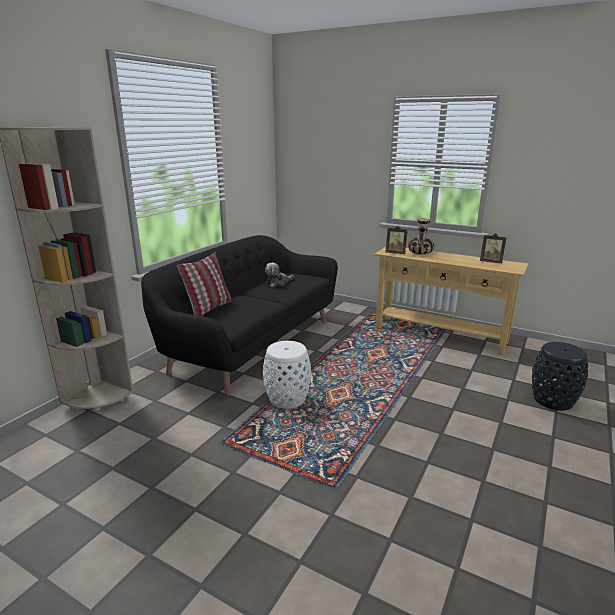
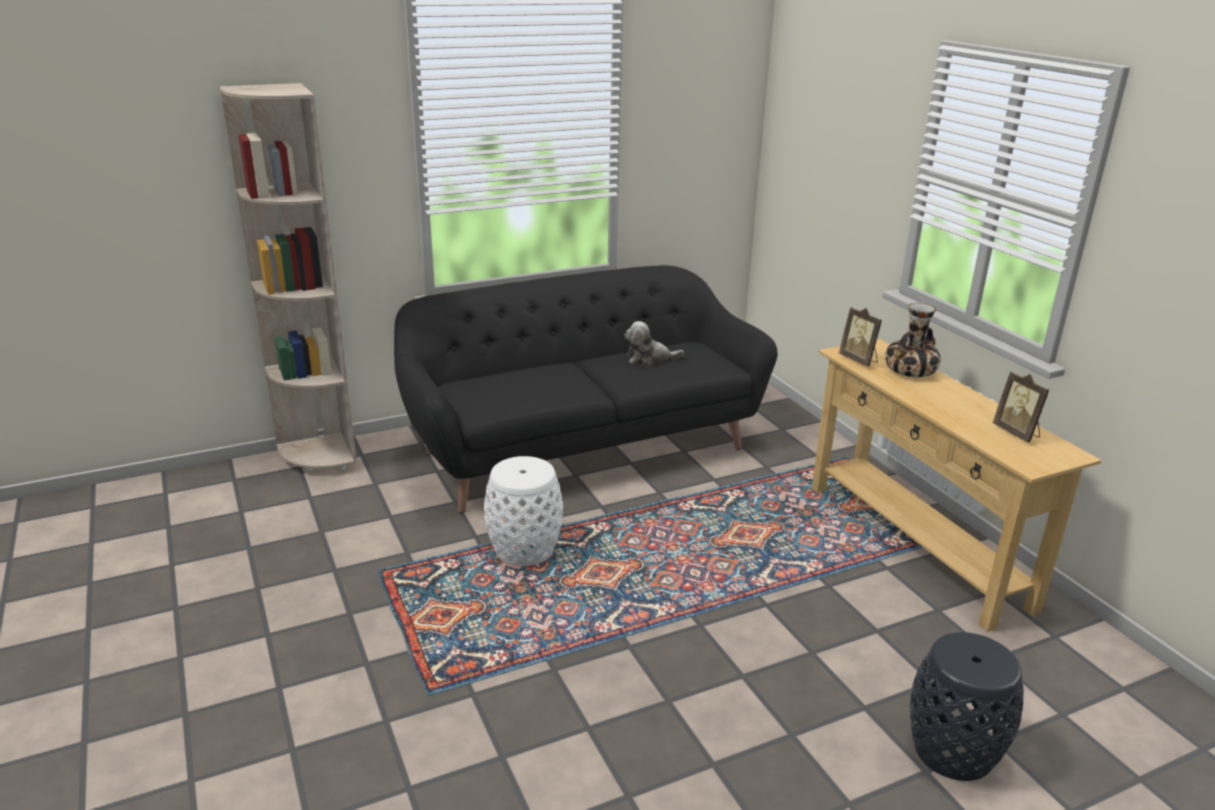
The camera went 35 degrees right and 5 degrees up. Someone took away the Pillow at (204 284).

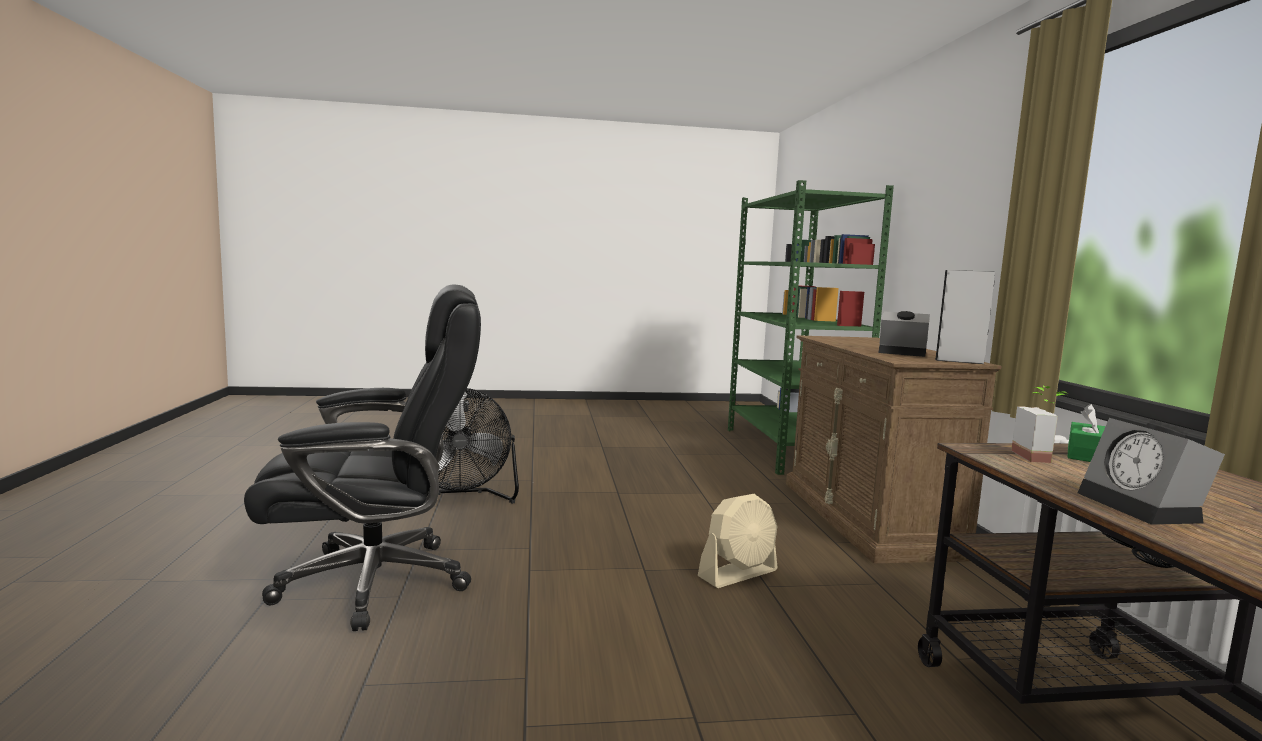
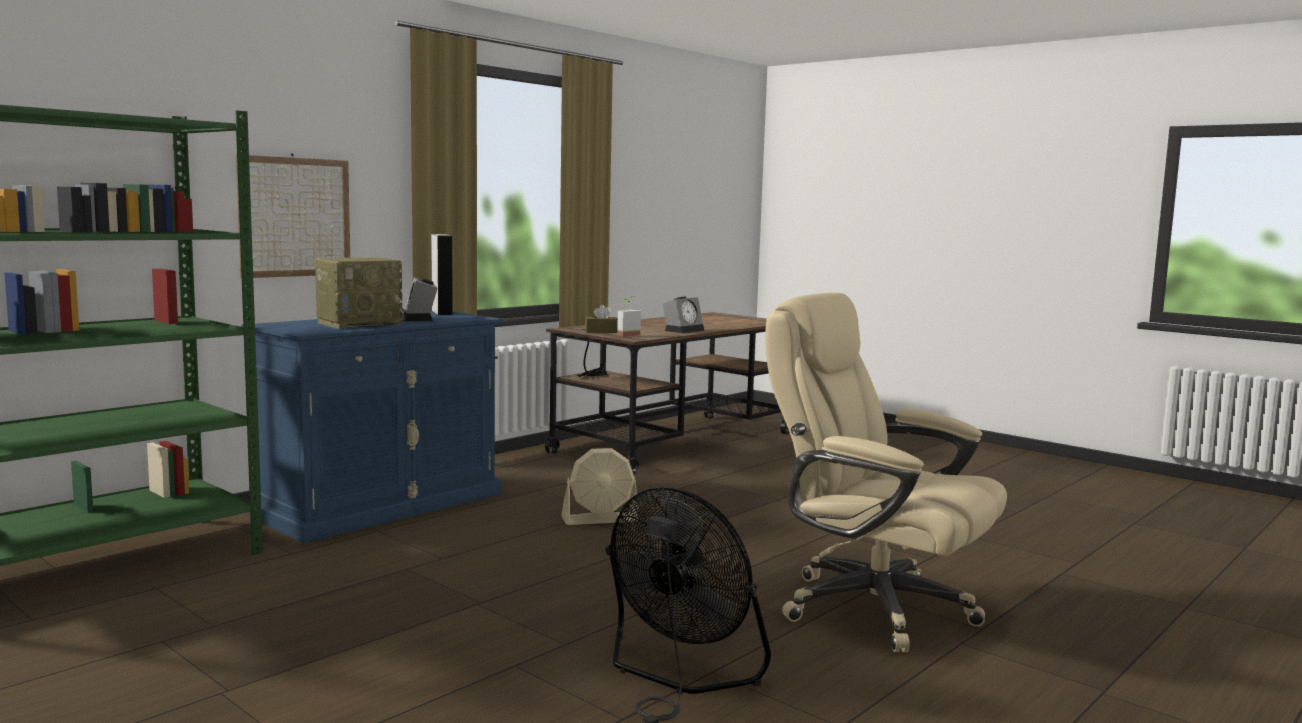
The camera went 130 degrees left and 0 degrees up. Someone repainted the BlackOfficeChair at (362 457), which became the BeigeOfficeChair at (886 472). Someone repainted the BrownDresser at (894 449), which became the BlueDresser at (372 427). Someone repainted the GreenTissueBox at (1086 433), which became the BrownTissueBox at (601 319). Someone rotated the BeigeFan at (738 541) by 150 degrees clockwise. Someone put up the Picture at (293 215). Someone put down the Radio at (360 293).

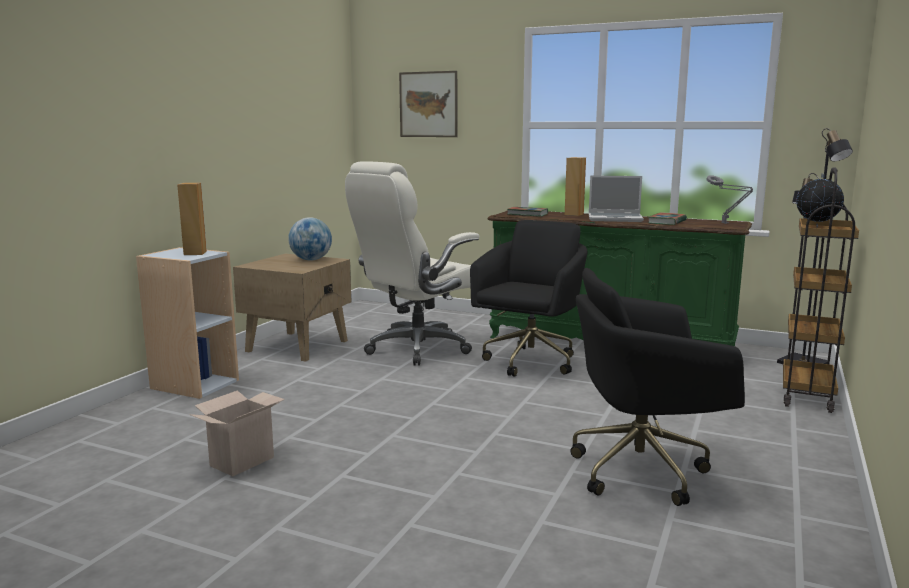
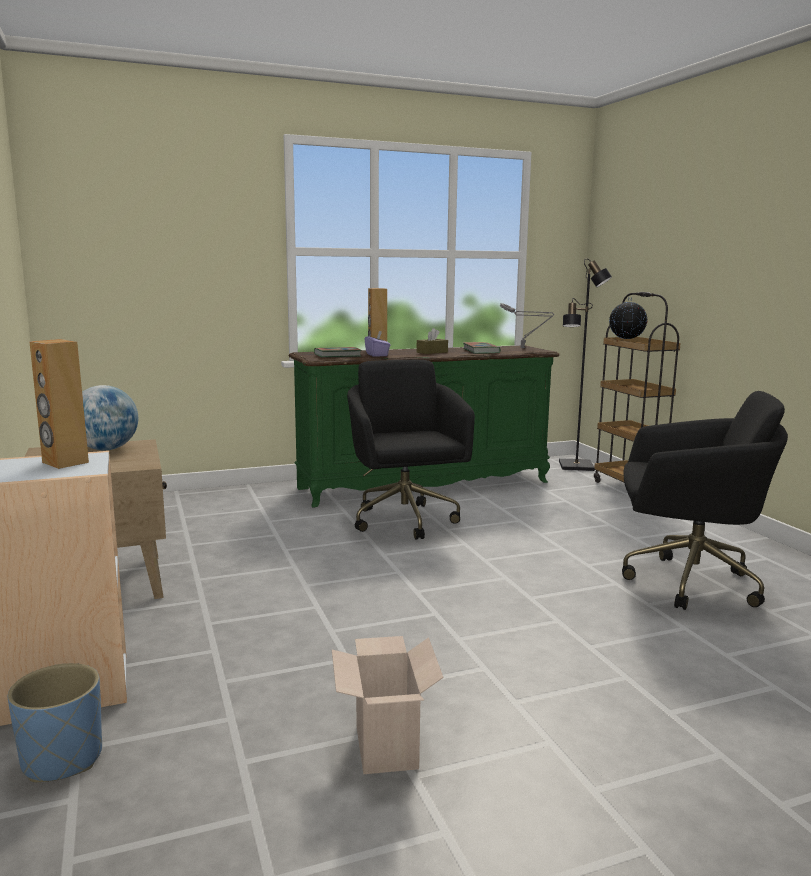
The camera went 45 degrees left and 0 degrees up. Someone took away the Picture at (428 104). Someone took away the WhiteOfficeChair at (412 263). Someone swapped the Laptop at (616 198) for the BrownTissueBox at (432 341). Someone rotated the BlackOfficeChair at (657 387) by 120 degrees counterclockwise. Someone put down the PurpleTissueBox at (377 344). Someone put down the BluePlanter at (55 722).

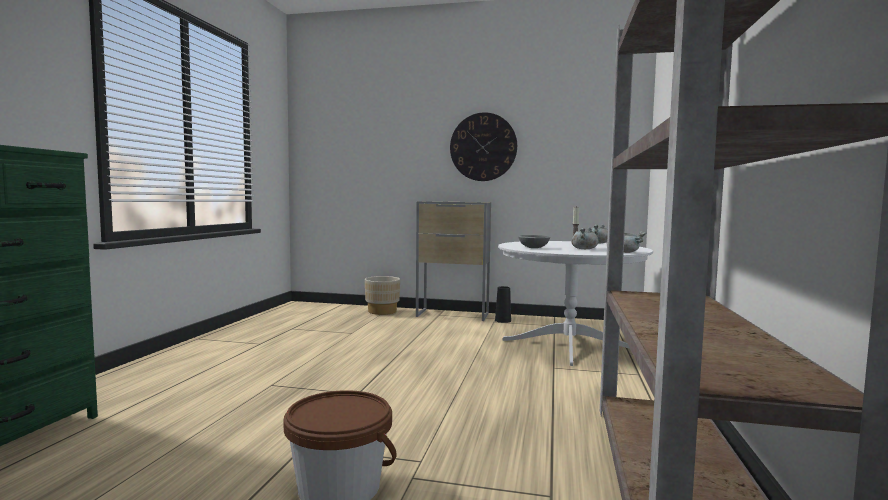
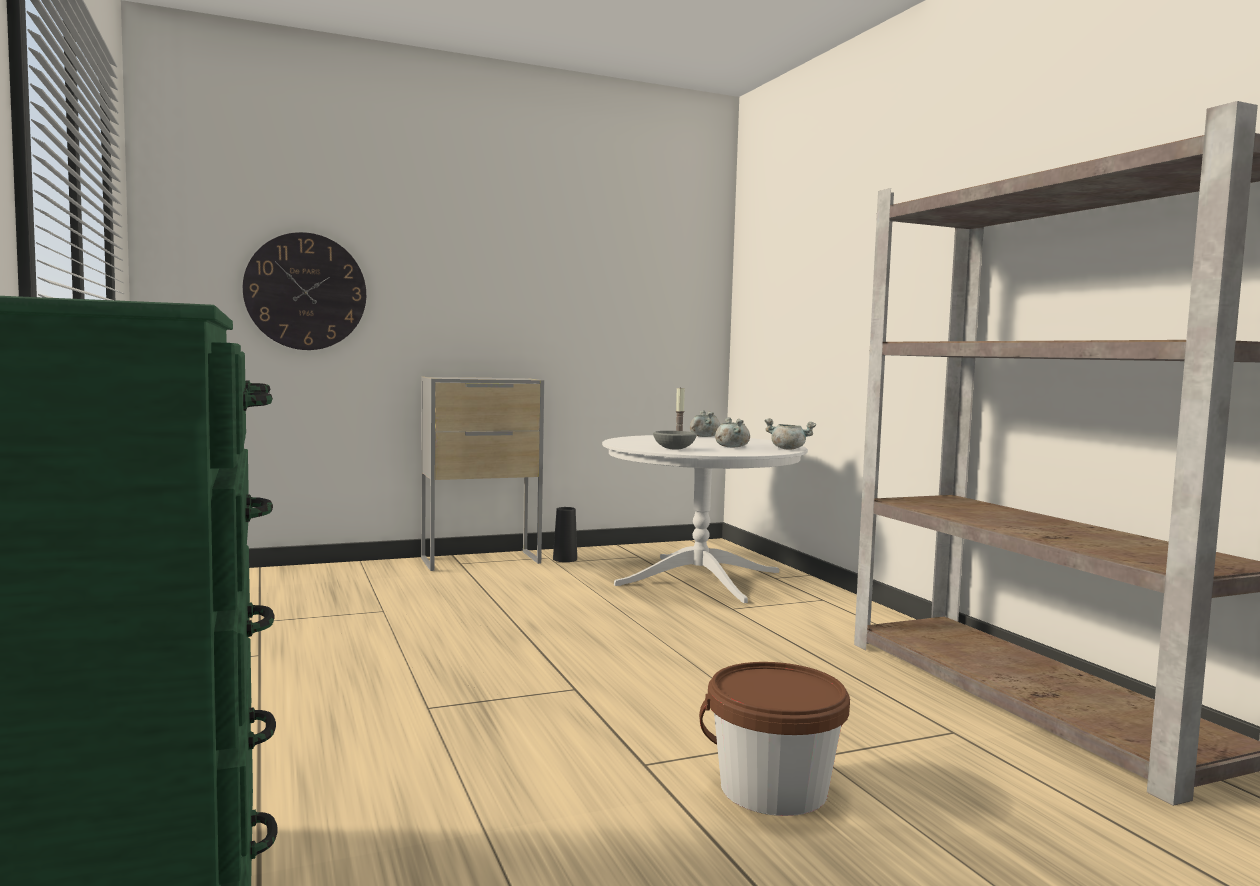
The camera went 35 degrees left and 0 degrees up. Someone carried the WallClock from (483 146) to (304 291). Someone took away the BeigePlanter at (382 295).

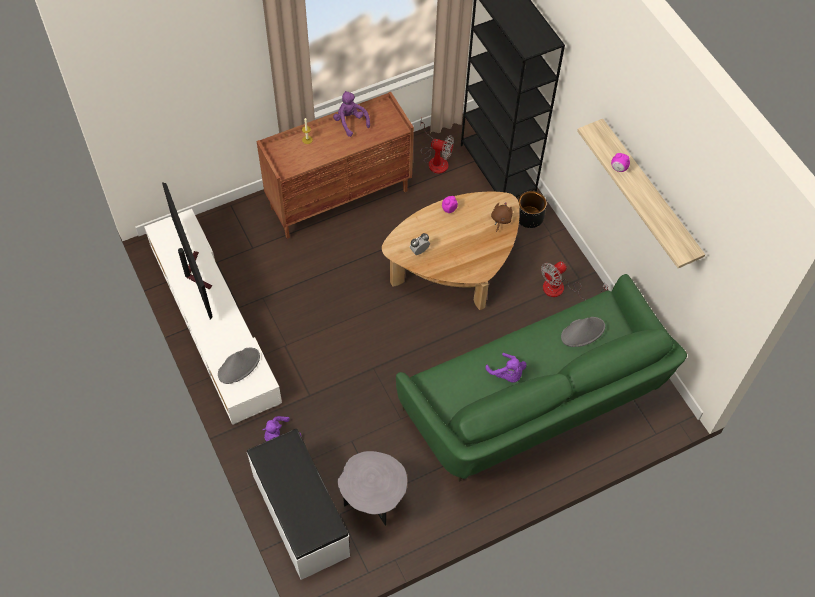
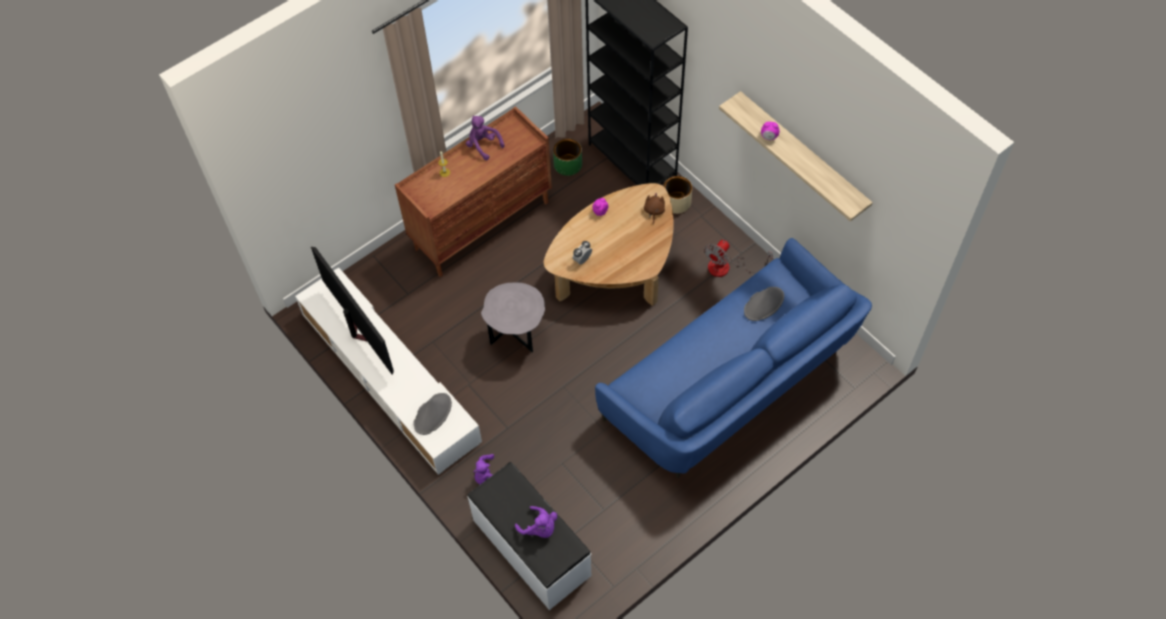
The camera went 10 degrees left and 0 degrees up. Someone swapped the Fan at (437 146) for the GreenPlanter at (567 157). Someone repainted the BlackPlanter at (532 209), which became the BeigePlanter at (677 195). Someone repainted the GreenSofa at (541 378), which became the BlueSofa at (733 358). Someone carried the PurplePlushToy from (506 368) to (536 522). Someone carried the GreySideTable from (372 488) to (513 317).

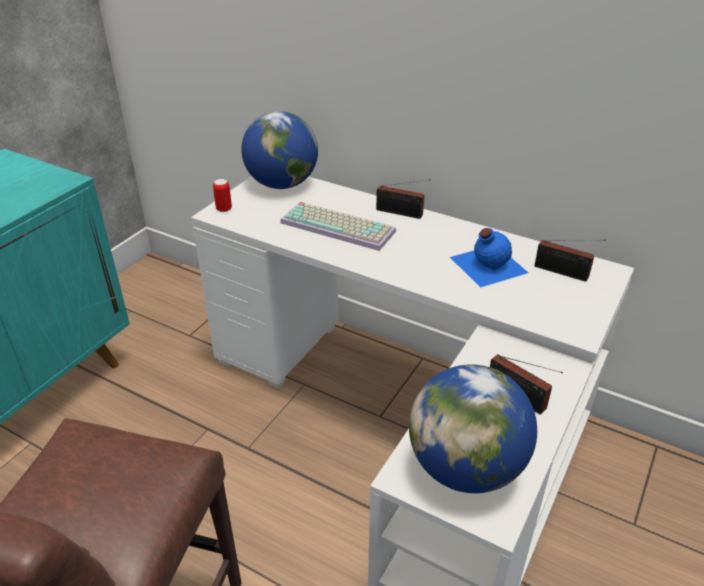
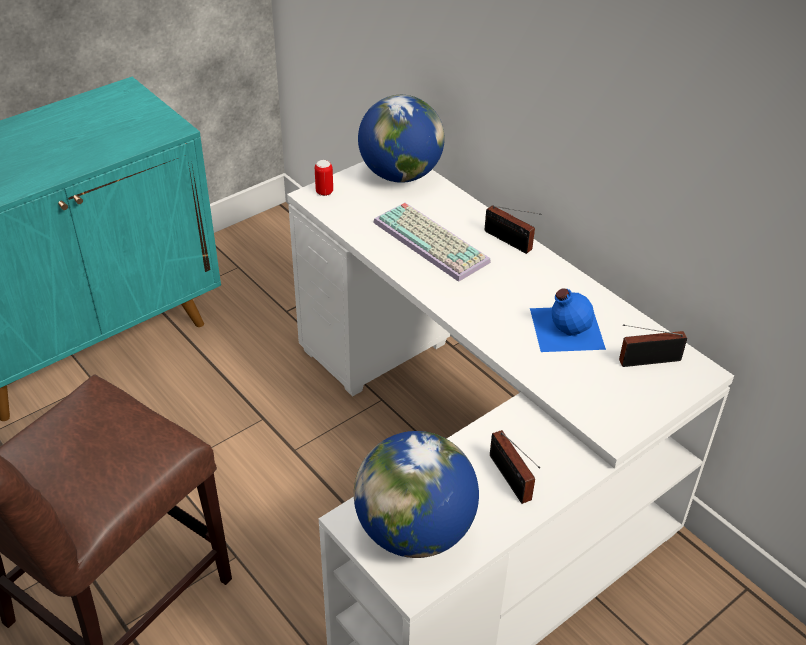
The camera went 20 degrees right and 5 degrees up. Someone rotated the Radio at (570 261) by 120 degrees clockwise.

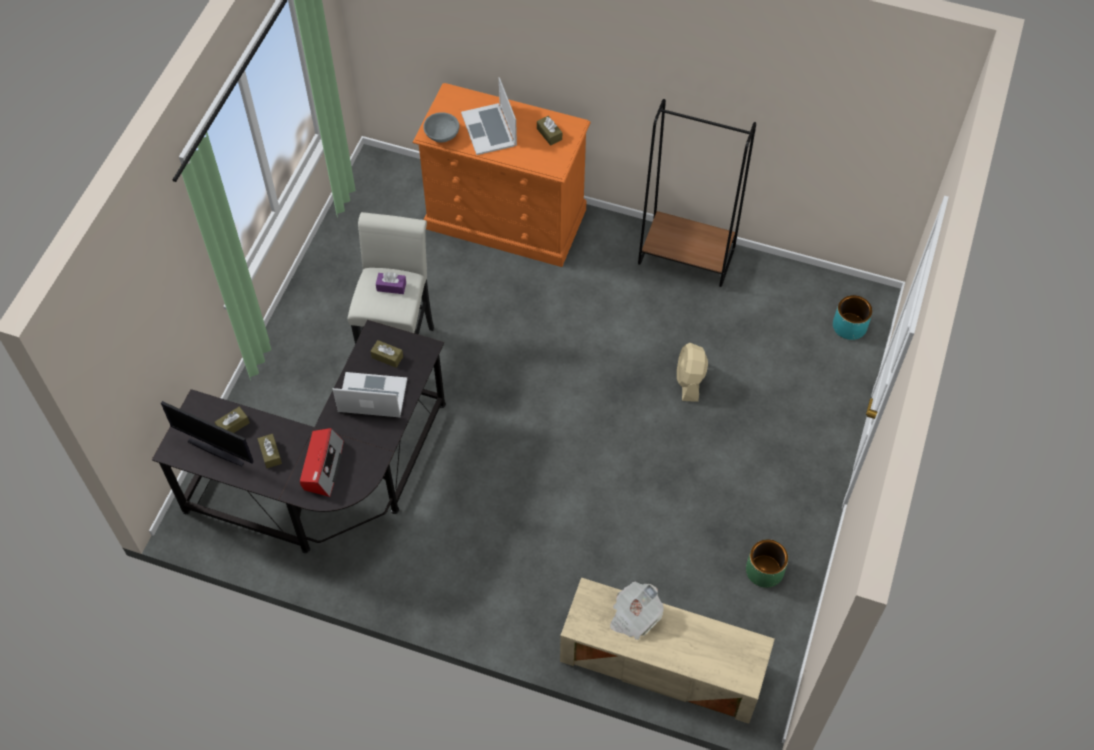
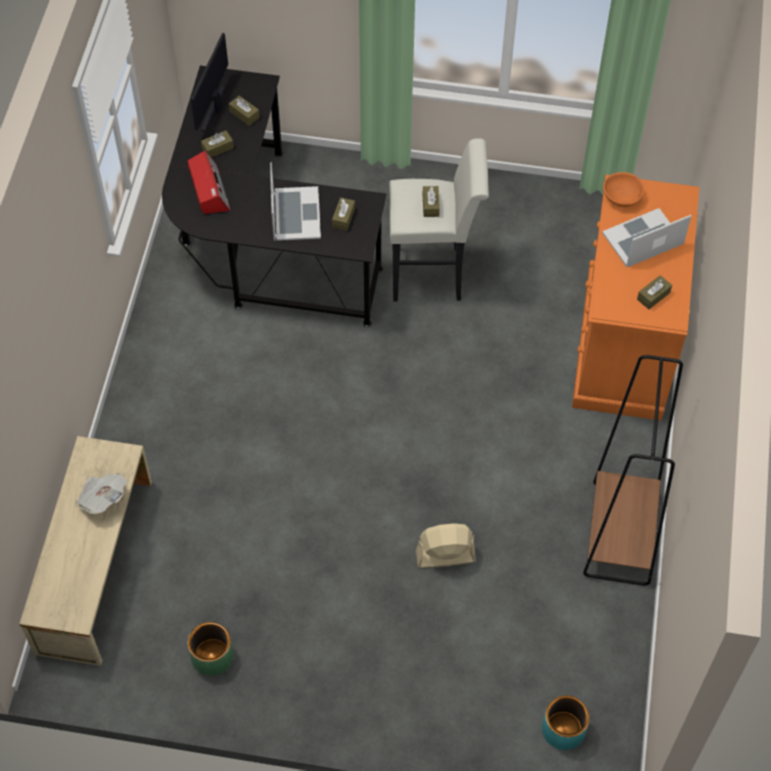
The camera went 80 degrees right and 0 degrees up. Someone repainted the GreyBowl at (441 127), which became the OrangeBowl at (623 189). Someone repainted the PurpleTissueBox at (391 283), which became the BrownTissueBox at (431 201). Someone rotated the Radio at (322 462) by 105 degrees counterclockwise.

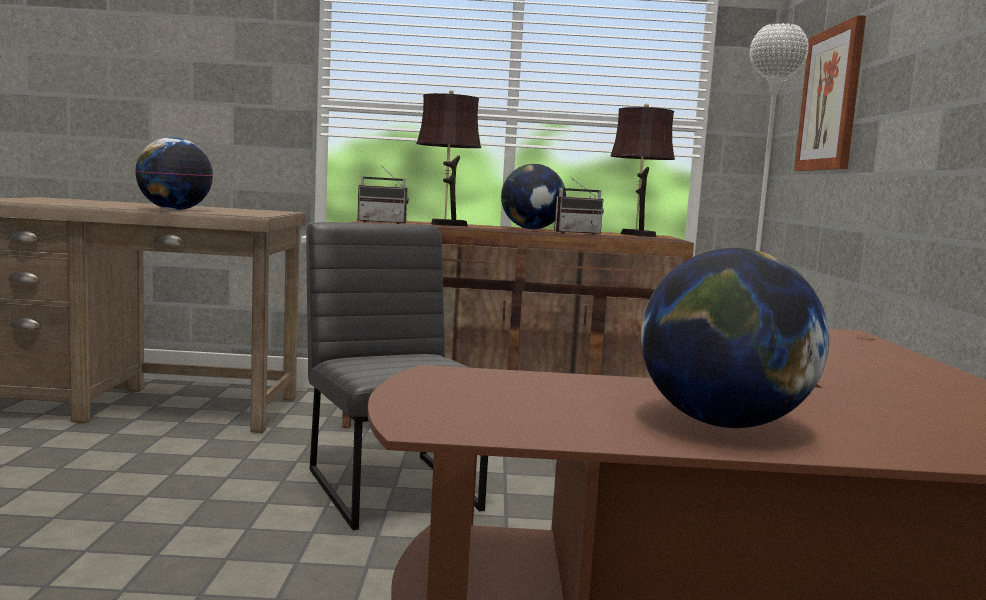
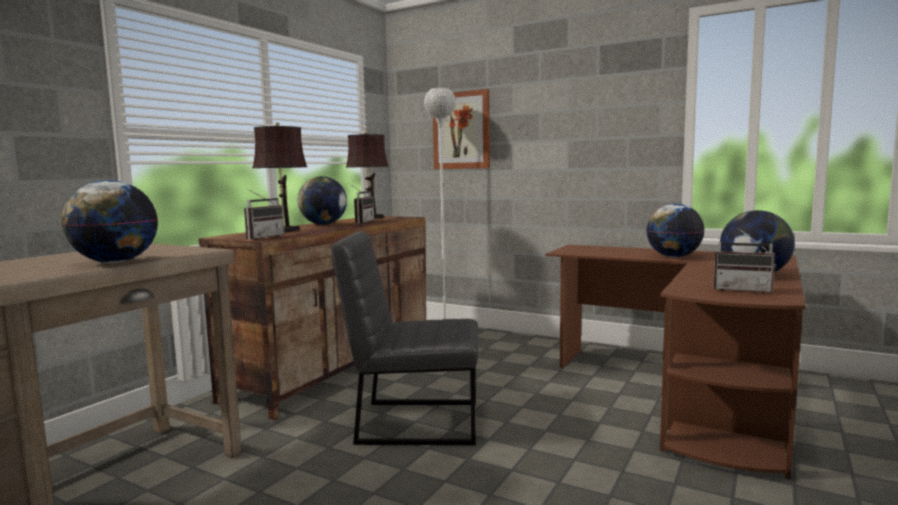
The camera went 60 degrees left and 0 degrees up. Someone put down the Globe at (675 230). Someone put down the Radio at (744 260).

